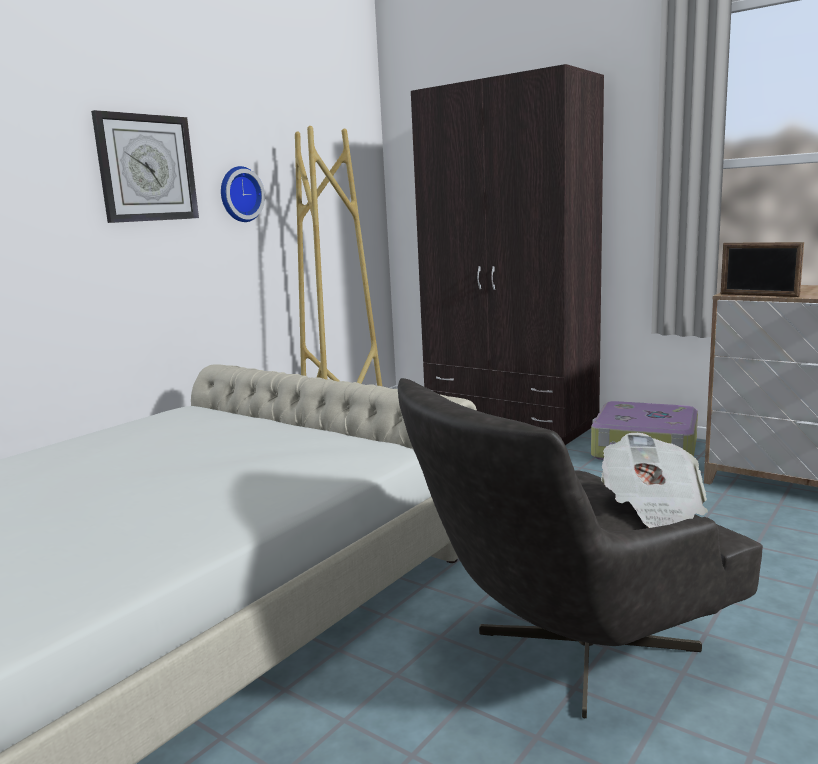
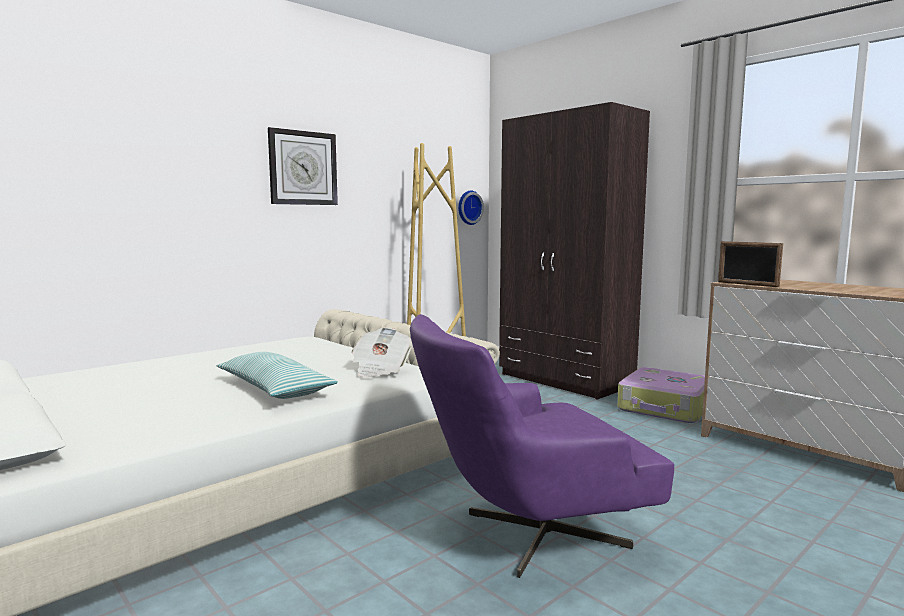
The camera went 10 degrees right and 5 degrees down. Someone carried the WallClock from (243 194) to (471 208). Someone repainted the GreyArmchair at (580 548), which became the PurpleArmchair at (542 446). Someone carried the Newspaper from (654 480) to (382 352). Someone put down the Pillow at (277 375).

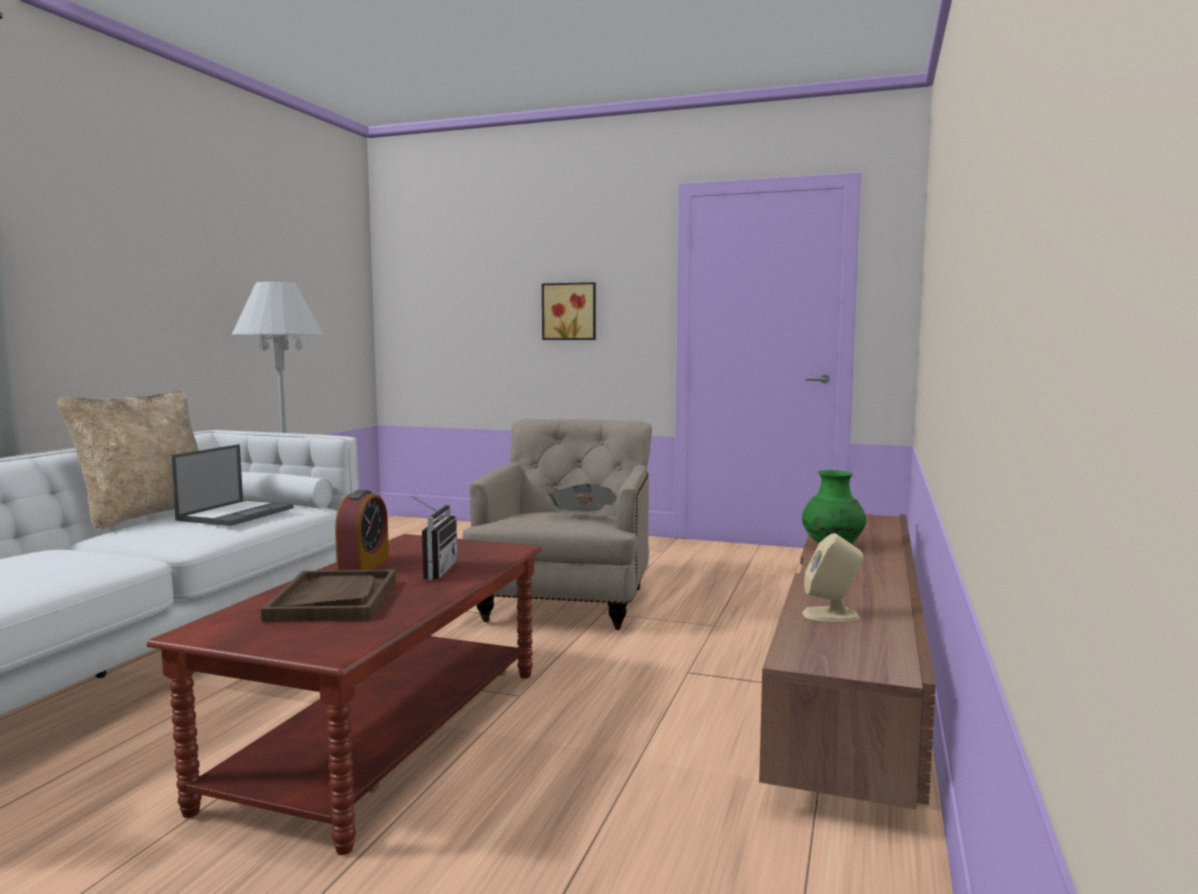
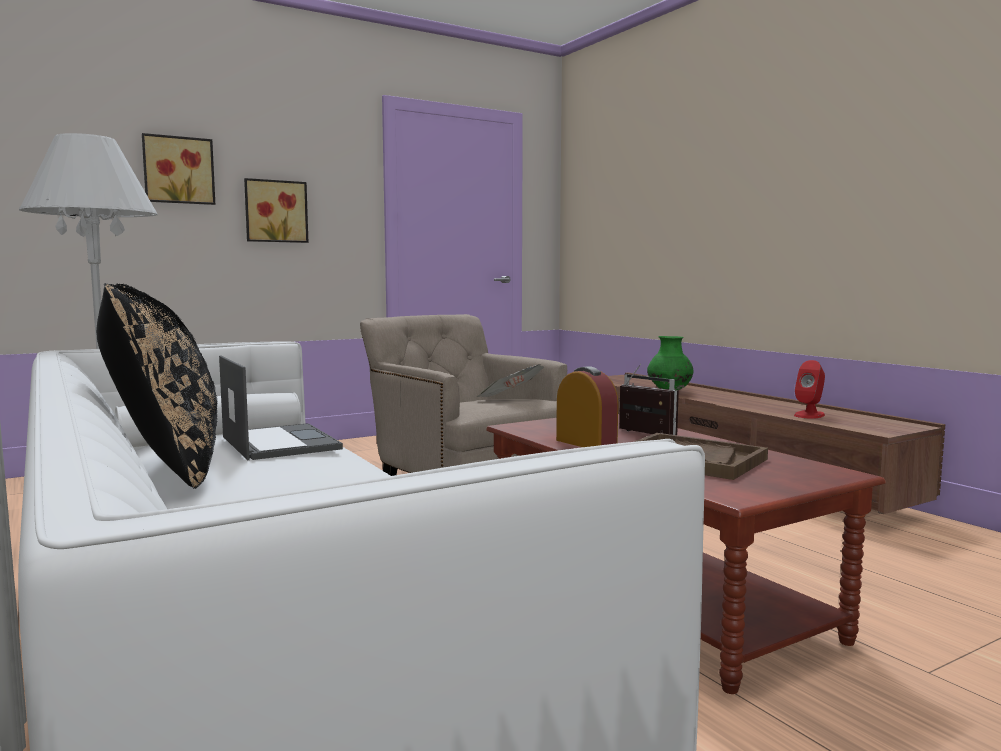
The camera went 50 degrees left and 0 degrees up. Someone repainted the BeigePillow at (127 460), which became the BlackPillow at (157 386). Someone repainted the BeigeSpeaker at (833 577), which became the RedSpeaker at (809 389). Someone put up the Picture at (178 169).

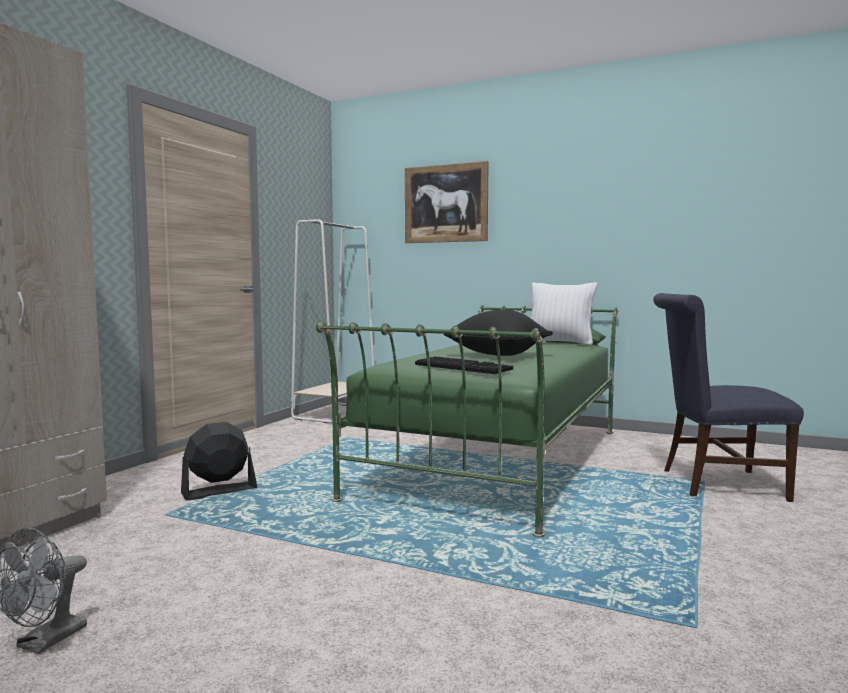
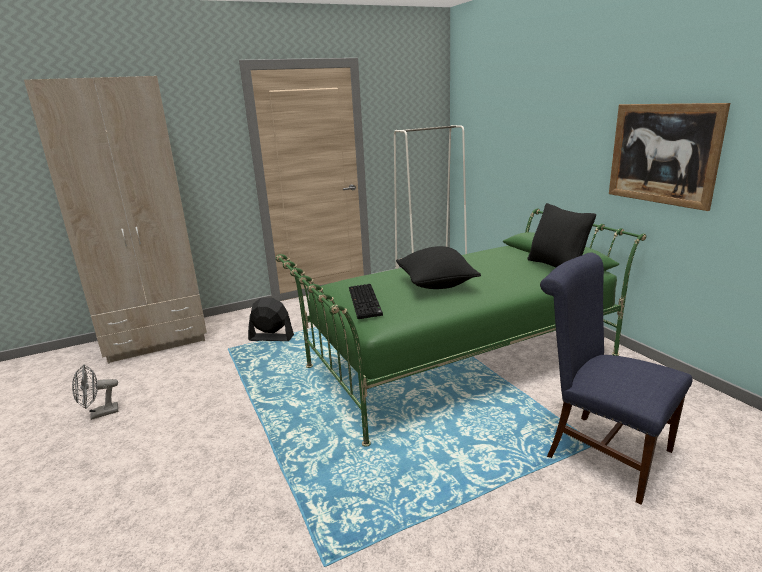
The camera went 40 degrees right and 15 degrees up. Someone carried the Picture from (447 202) to (669 157). Someone repainted the WhitePillow at (564 313), which became the BlackPillow at (561 235).

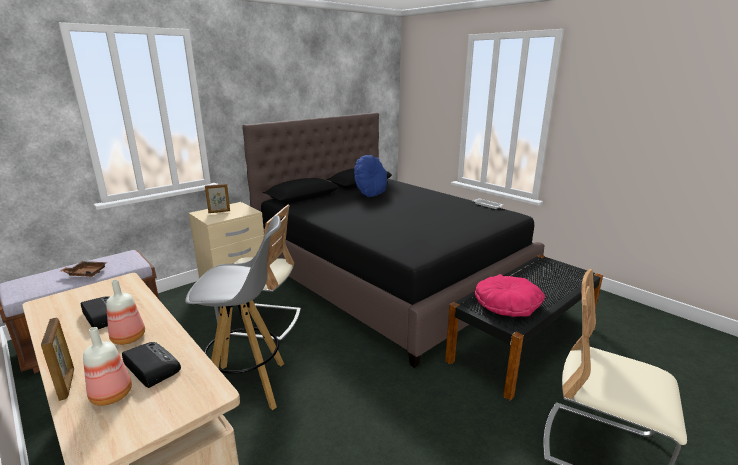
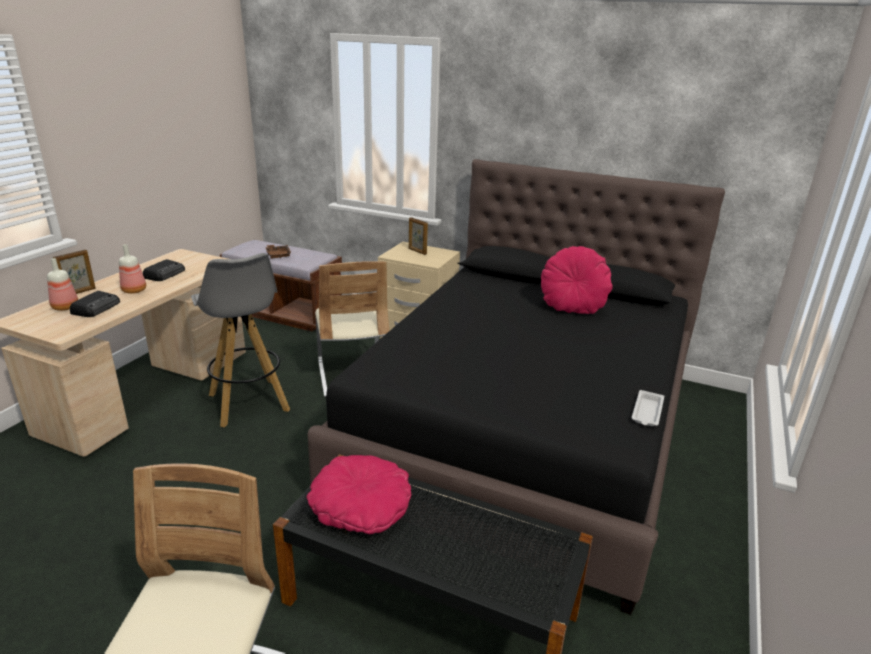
The camera went 65 degrees right and 5 degrees up. Someone repainted the BluePillow at (370 176), which became the PinkPillow at (577 280).

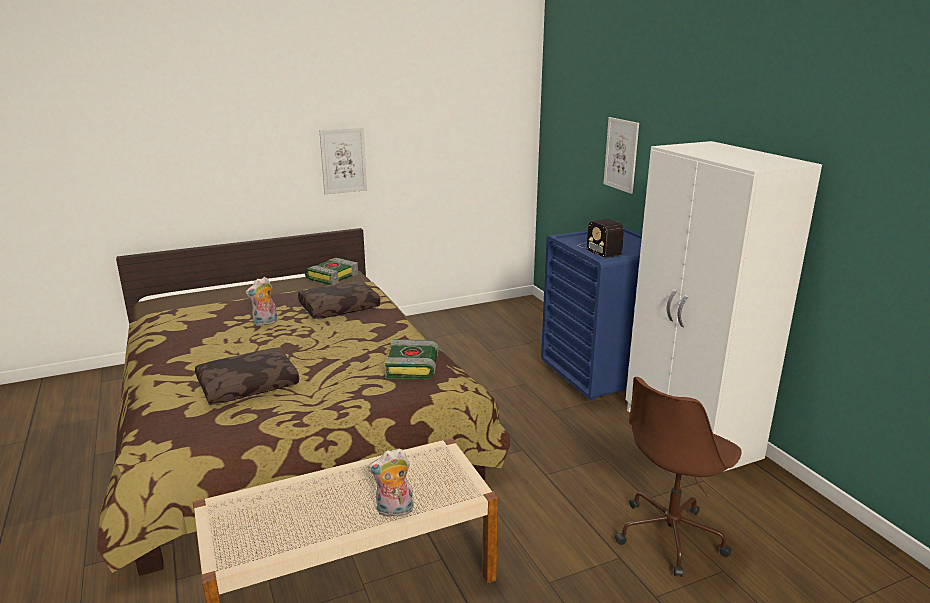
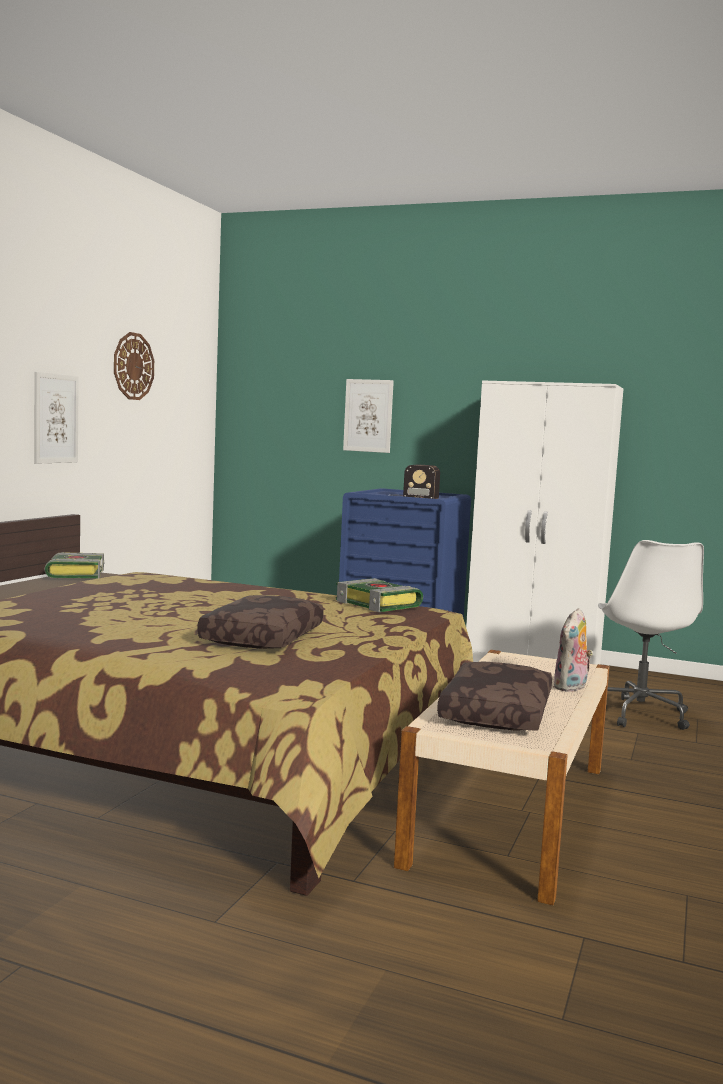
The camera went 45 degrees left and 15 degrees down. Someone took away the PlushToy at (261 302). Someone carried the BrownPillow from (339 300) to (494 696). Someone repainted the BrownOfficeChair at (678 477), which became the WhiteOfficeChair at (651 635). Someone put up the WallClock at (134 366).

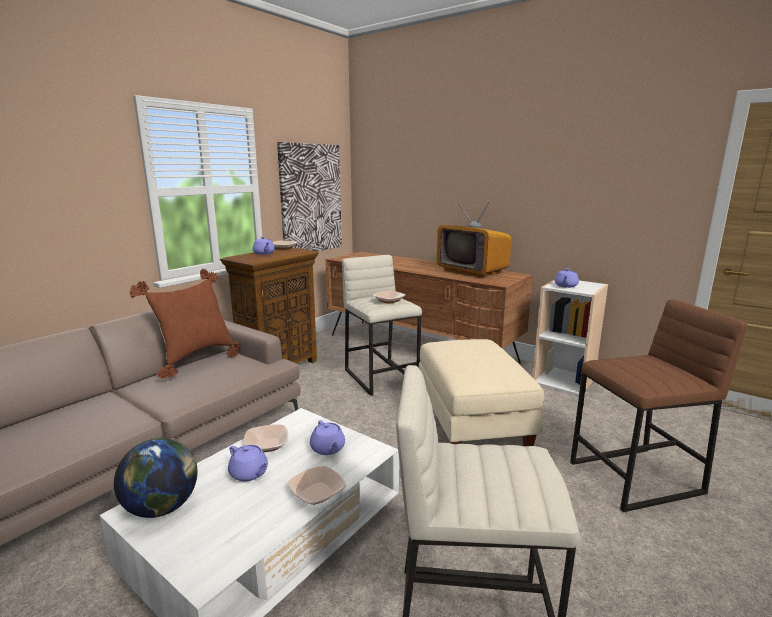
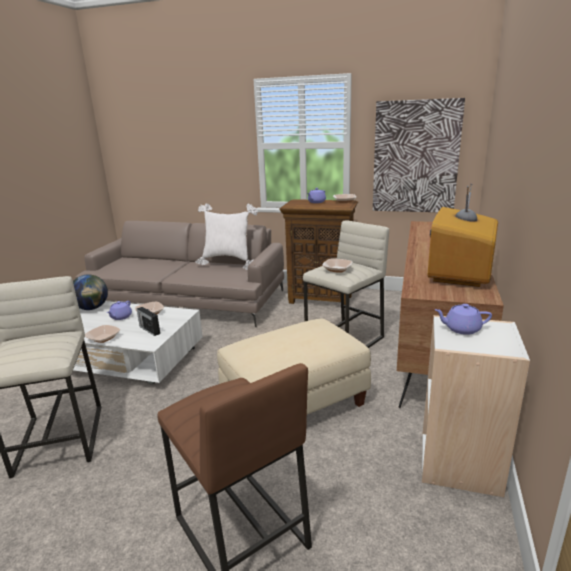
The camera went 70 degrees right and 5 degrees up. Someone repainted the BrownPillow at (185 324), which became the WhitePillow at (226 236). Someone swapped the PurpleTeapot at (327 437) for the Radio at (148 321).

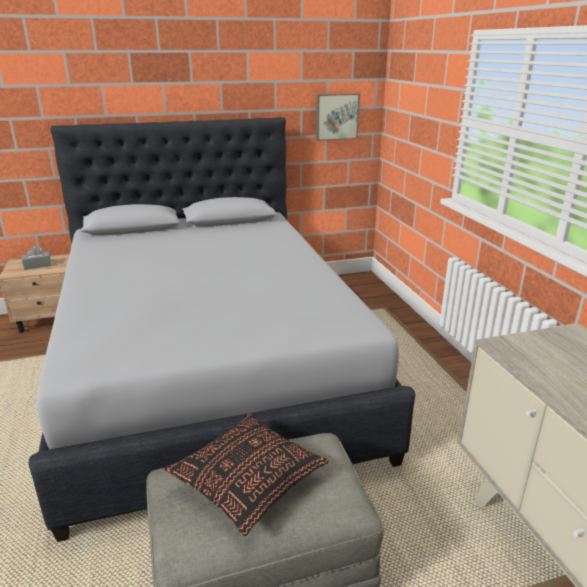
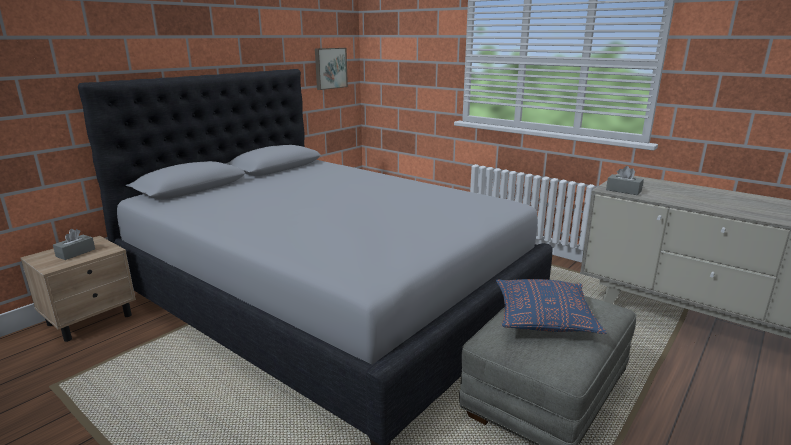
The camera went 35 degrees left and 5 degrees down. Someone repainted the BlackPillow at (247 474), which became the BluePillow at (551 306). Someone put down the GreyTissueBox at (625 180).

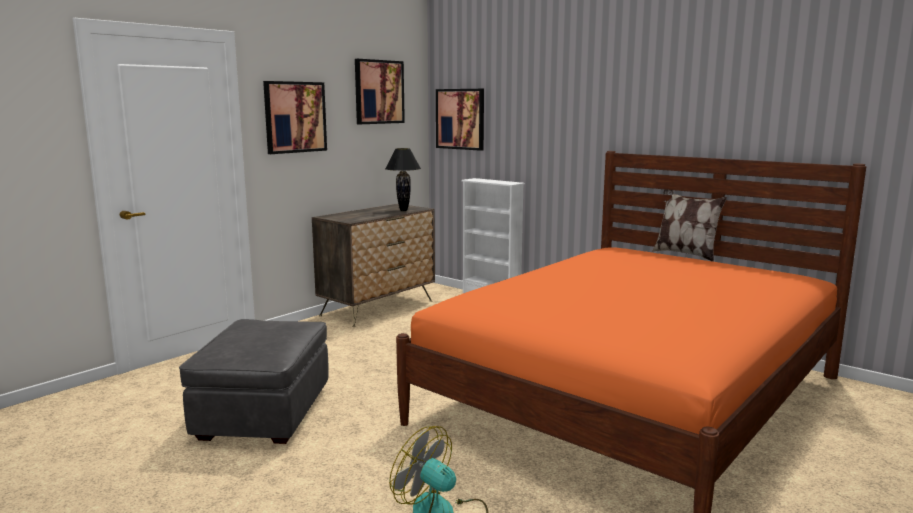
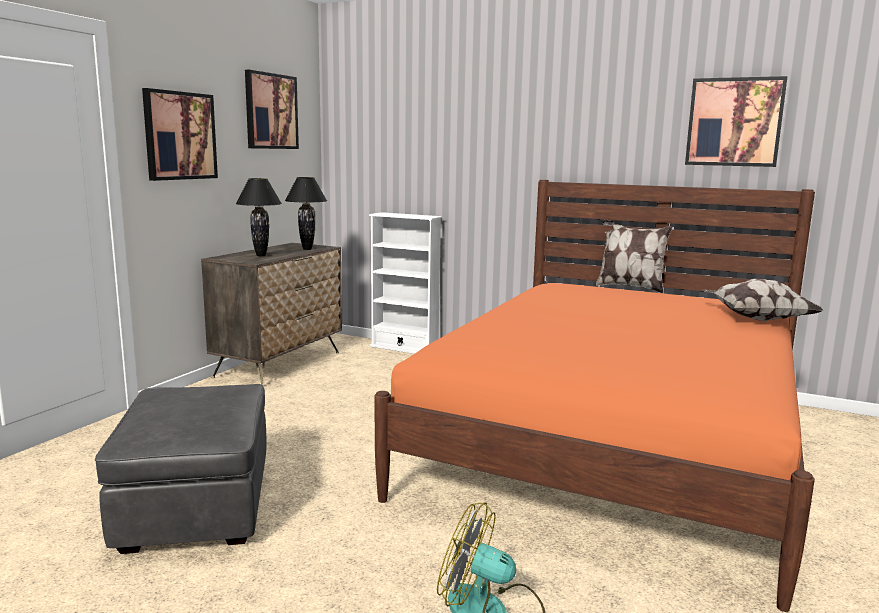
The camera went 15 degrees left and 0 degrees up. Someone carried the Picture from (460 120) to (736 121). Someone put down the BlackTableLamp at (259 217). Someone put down the Pillow at (763 300).

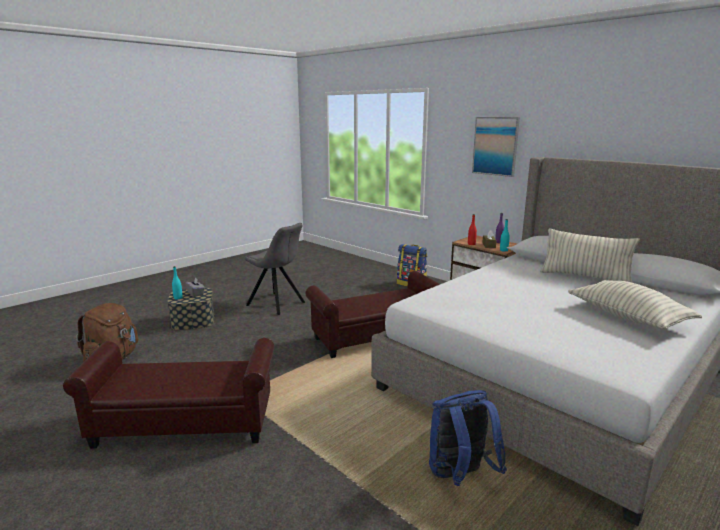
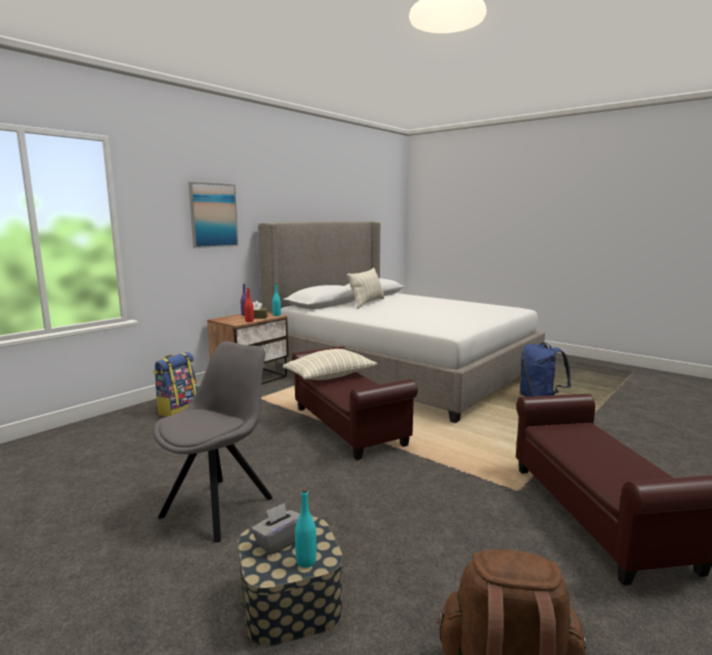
The camera went 95 degrees left and 5 degrees down. Someone carried the Pillow from (635 304) to (330 364).

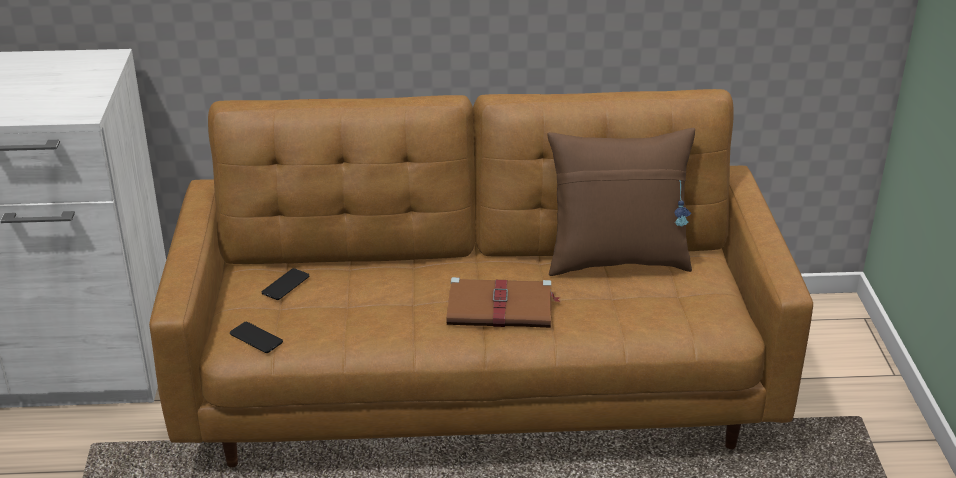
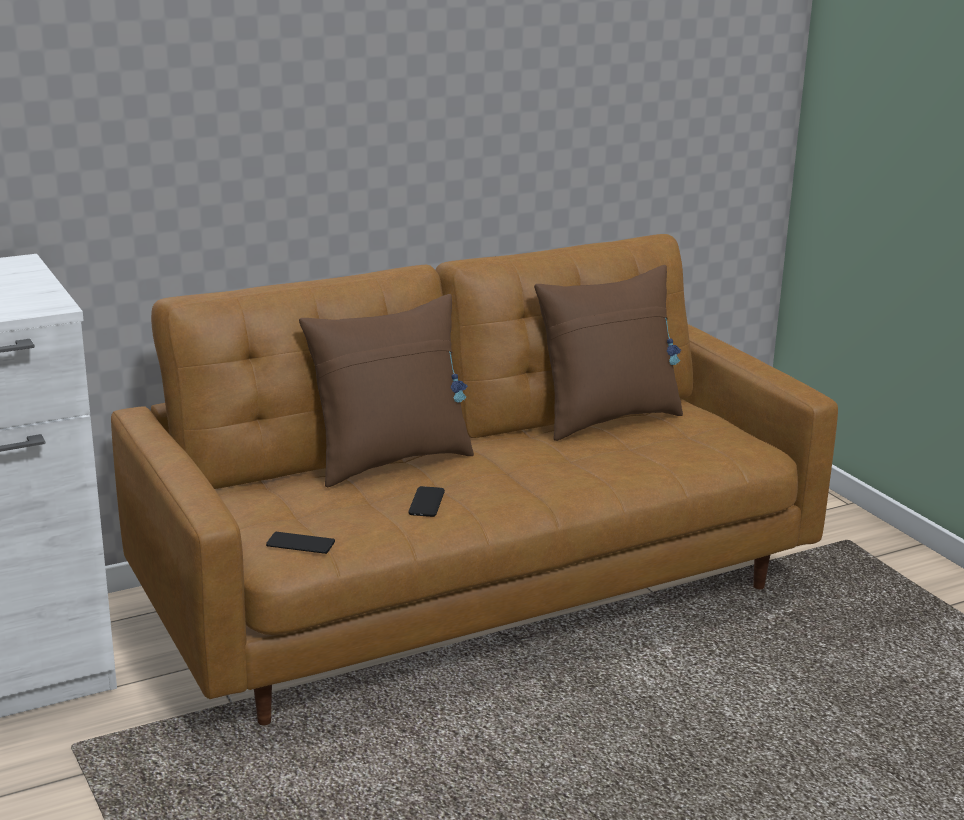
The camera went 25 degrees left and 10 degrees down. Someone carried the Phone from (285 284) to (426 501). Someone took away the BrownBook at (504 302). Someone put down the BrownPillow at (386 390).

